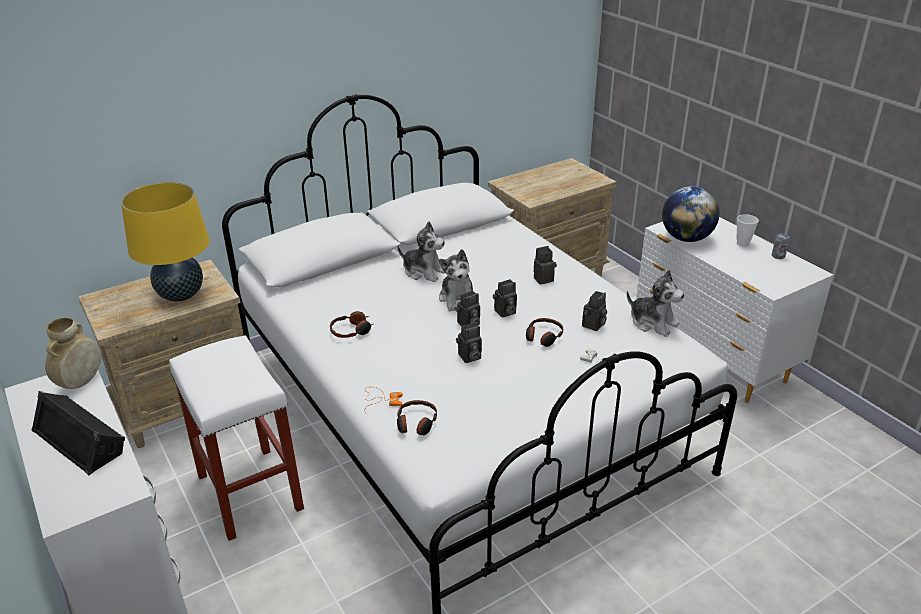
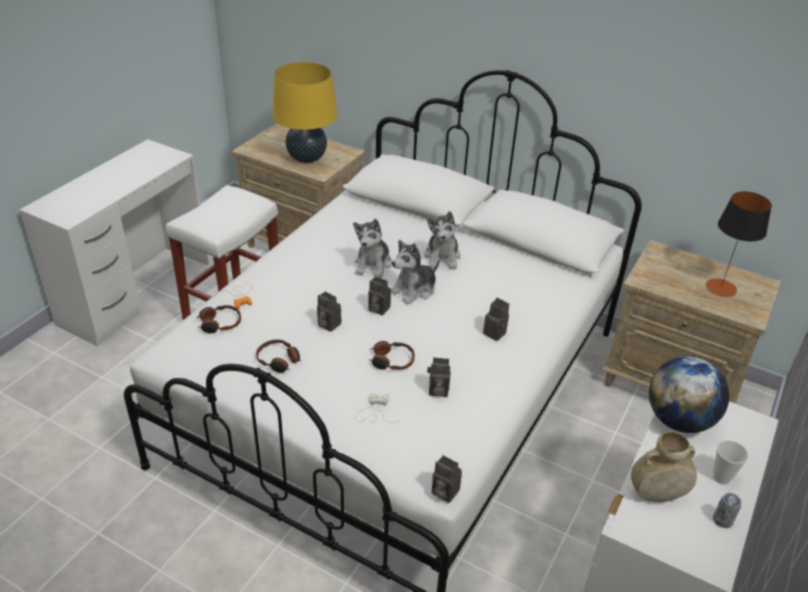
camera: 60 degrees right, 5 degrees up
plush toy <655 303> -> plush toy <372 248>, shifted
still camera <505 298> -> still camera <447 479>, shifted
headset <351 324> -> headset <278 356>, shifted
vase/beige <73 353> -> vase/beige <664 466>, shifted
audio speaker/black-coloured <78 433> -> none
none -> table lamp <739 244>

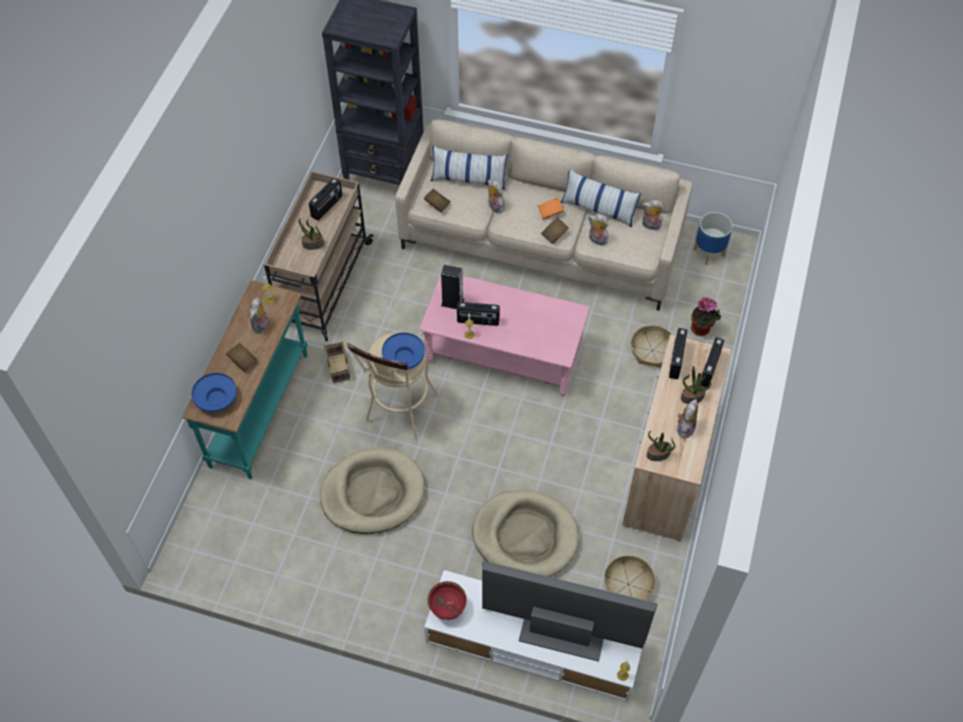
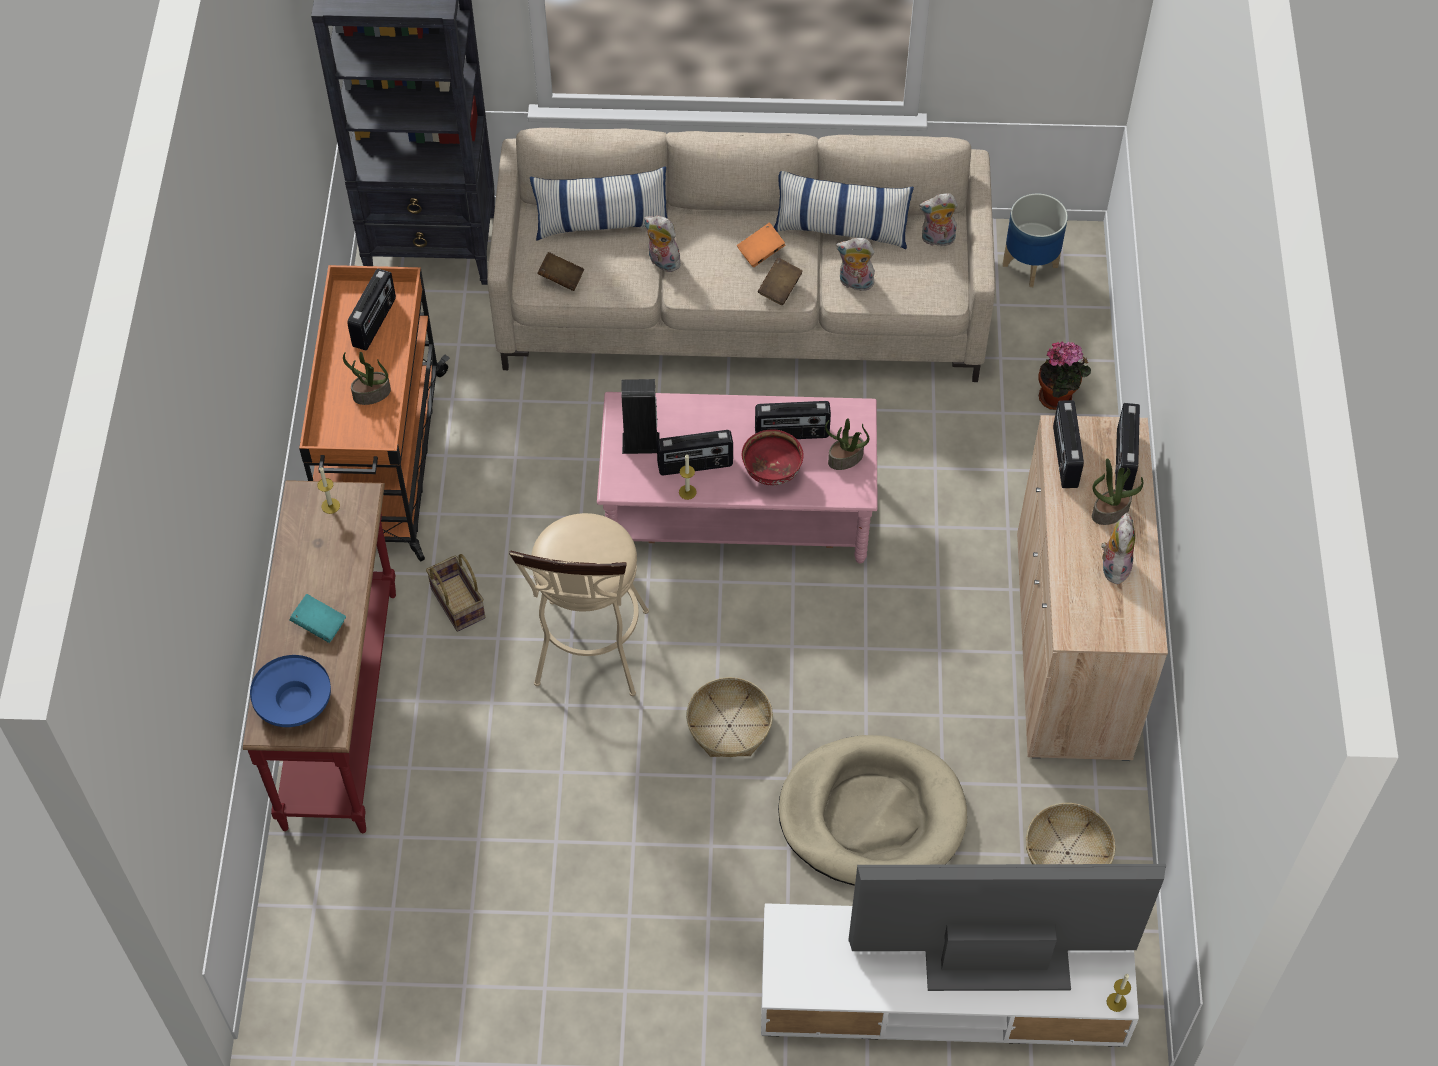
camera: 15 degrees left, 0 degrees up
trolley/beige <319 256> -> trolley/orange <374 413>
console table/turquoise <245 379> -> console table/red <319 656>
plush toy <259 316> -> none
household basket <652 346> -> household basket <729 717>, shifted
deep dish/blue <403 351> -> none
volume/brown <241 357> -> volume/turquoise <317 618>
houseplant <661 445> -> houseplant <847 444>, shifted
pet bed/beige <372 491> -> none
deep dish/red <447 600> -> deep dish/red <773 457>, shifted
none -> radio <793 420>

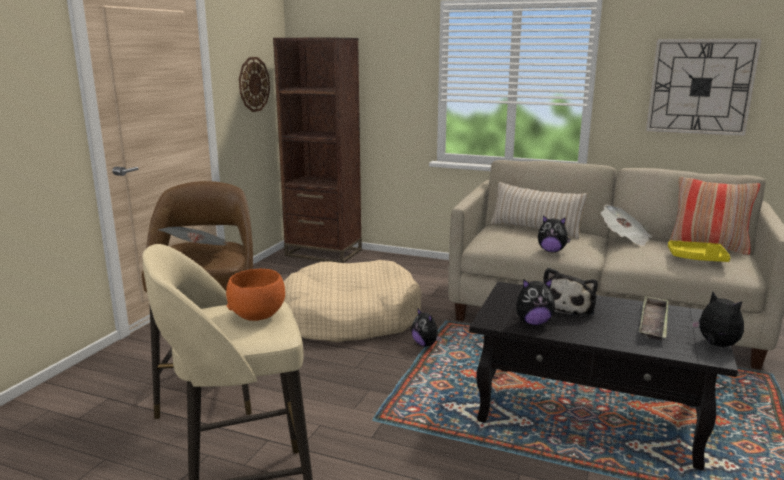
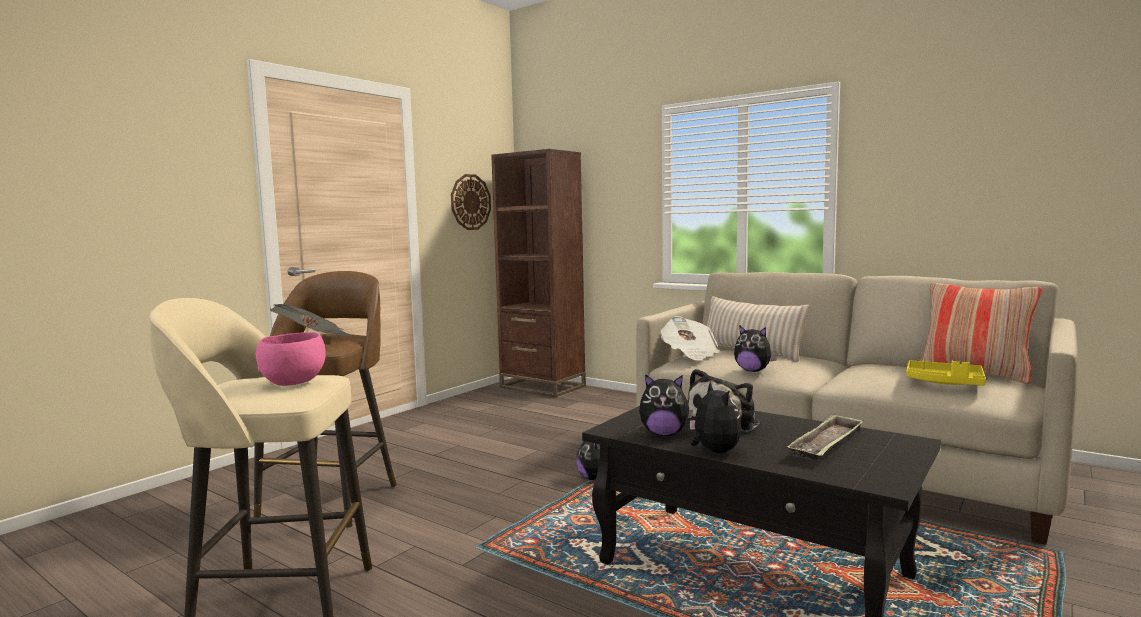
camera: 15 degrees right, 10 degrees down
clock on the wall <704 87> -> none
newspaper <626 225> -> newspaper <690 338>, shifted
pet bed/beige <353 301> -> none
deep dish/orange <255 295> -> deep dish/pink-coloured <291 359>
plush toy <717 319> -> plush toy <716 417>, shifted

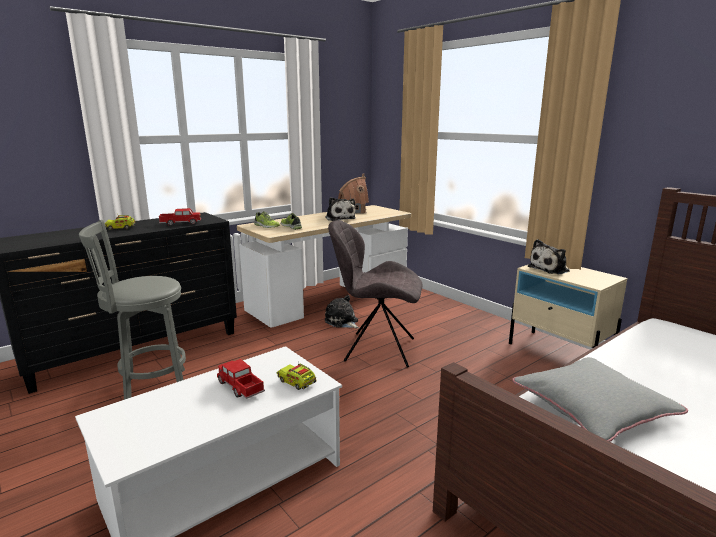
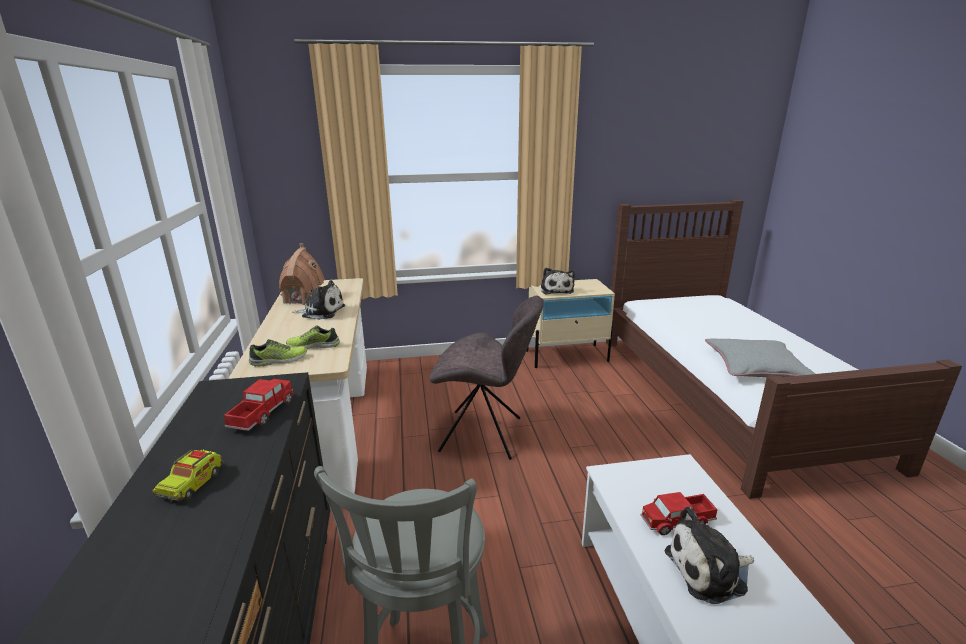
camera: 60 degrees left, 5 degrees up
upright chair/gray <375 293> -> upright chair/gray <486 378>, 120 degrees counterclockwise
plush toy <342 312> -> plush toy <709 555>, shifted
toy truck <296 377> -> none

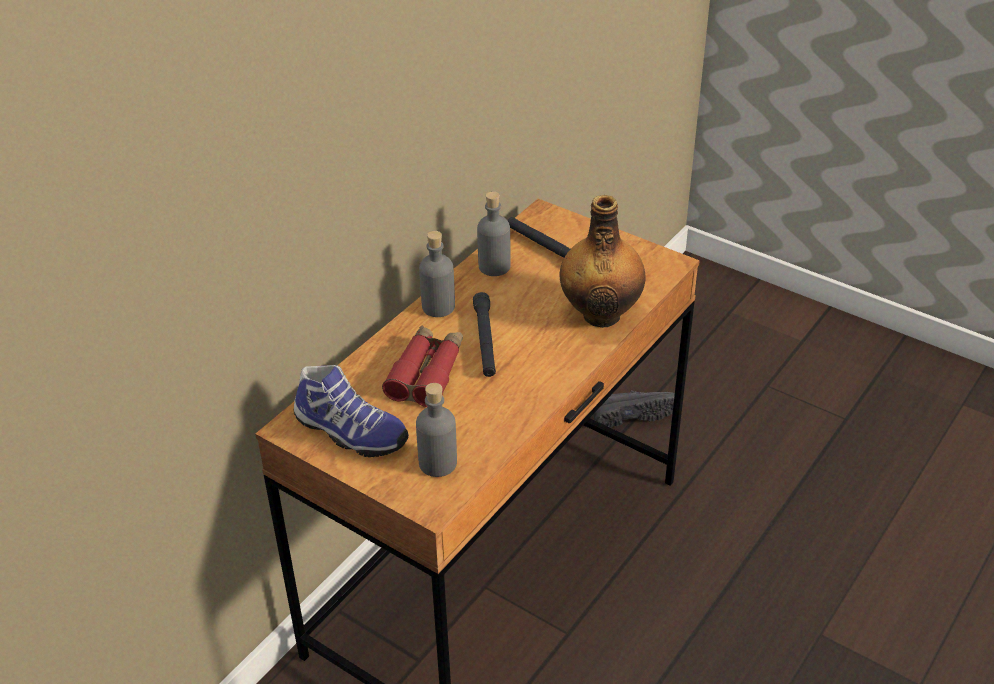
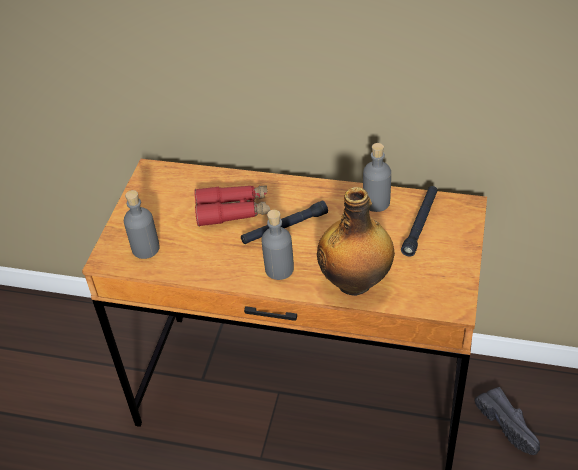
camera: 70 degrees right, 5 degrees up
bottle/gray <437 274> -> bottle/gray <277 245>, shifted
shoe <351 411> -> none

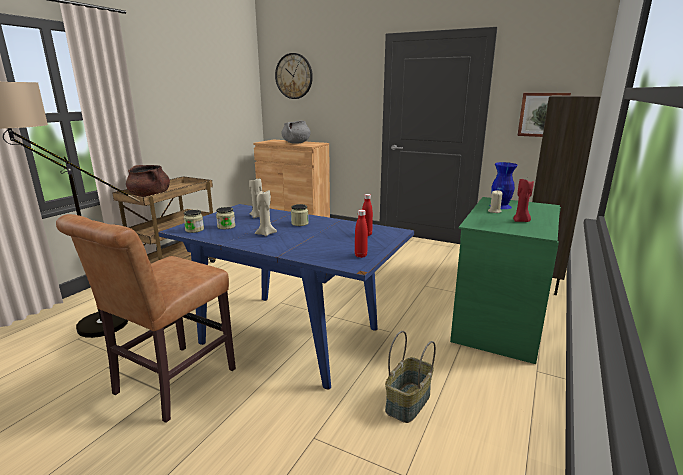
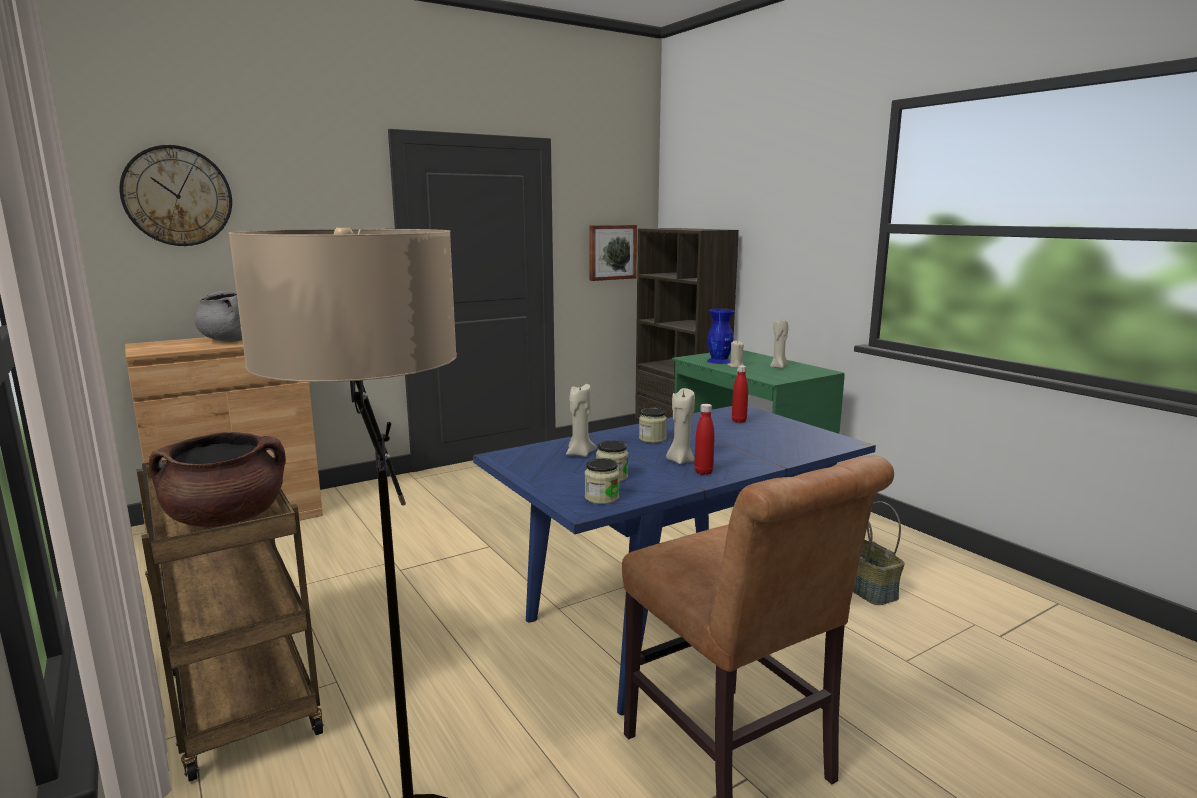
camera: 60 degrees left, 5 degrees down
wax candle/red <523 200> -> wax candle/beige <779 343>
bottle/red <361 234> -> bottle/red <704 439>, shifted

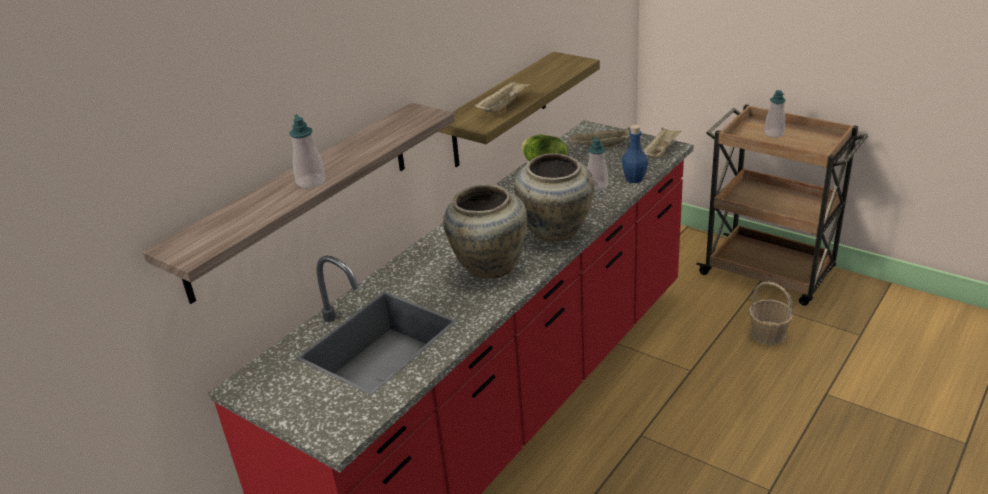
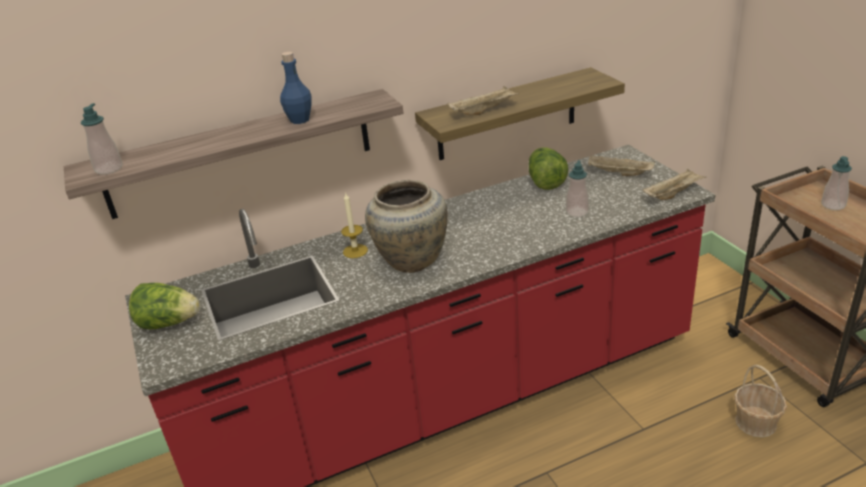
camera: 30 degrees right, 0 degrees up
liquid soap bottle <307 151> -> liquid soap bottle <102 139>, shifted
bottle/blue <635 154> -> bottle/blue <295 88>, shifted
vase/beige <554 197> -> none
none -> wax candle <354 225>
none -> lettuce head <164 306>

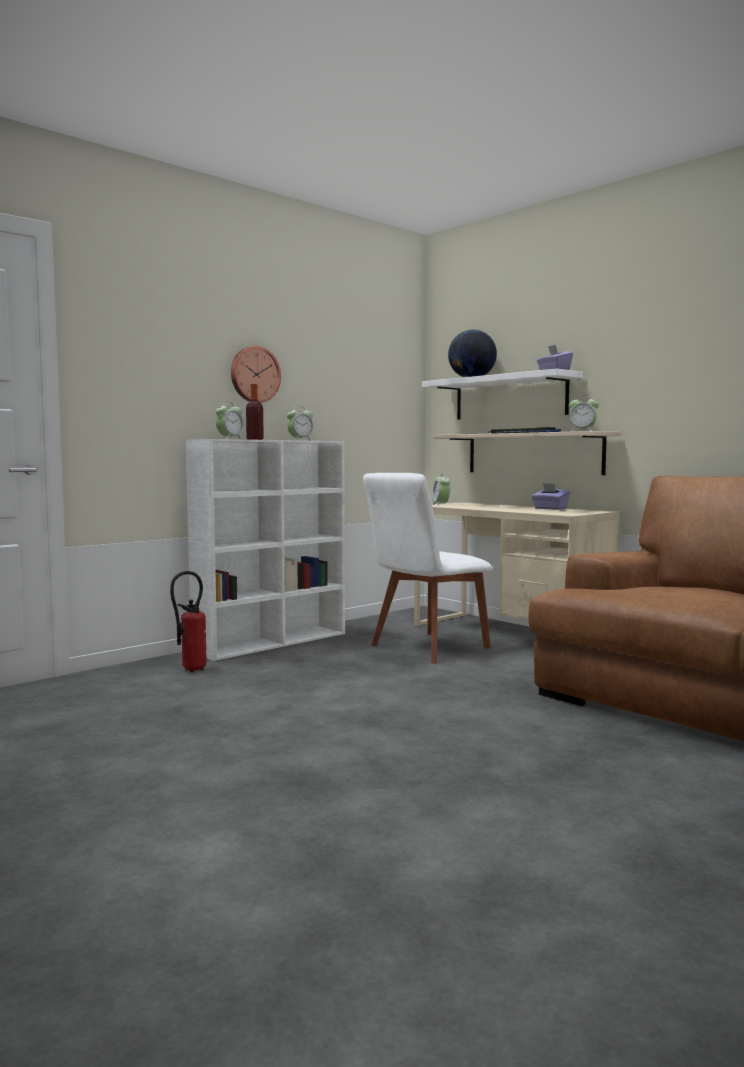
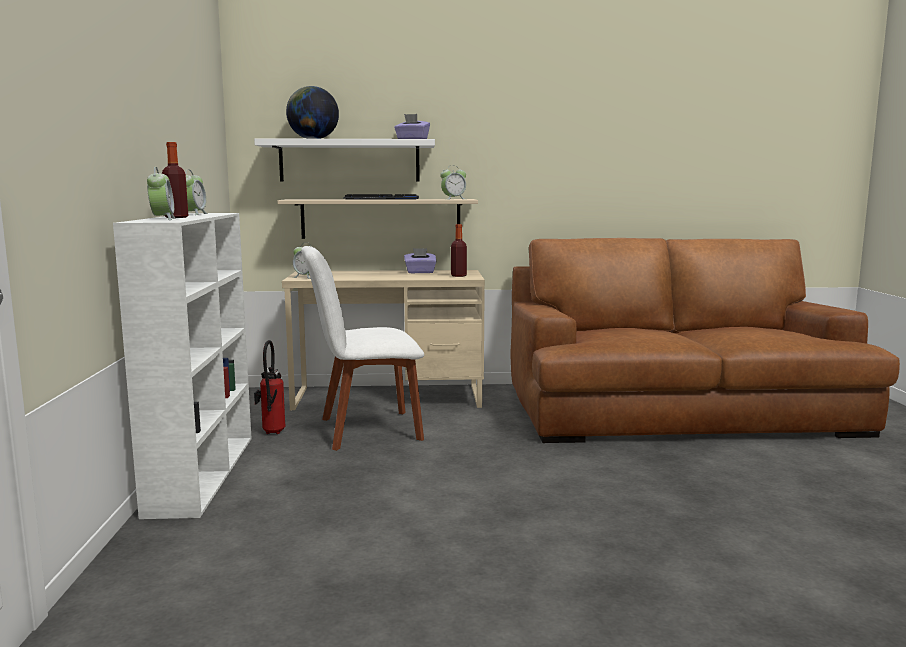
camera: 50 degrees left, 5 degrees up
clock on the wall <256 374> -> none
upright chair/white <428 568> -> upright chair/white <362 348>, 75 degrees clockwise
fire-fighting cylinder <188 621> -> fire-fighting cylinder <270 387>, shifted
none -> bottle <459 250>

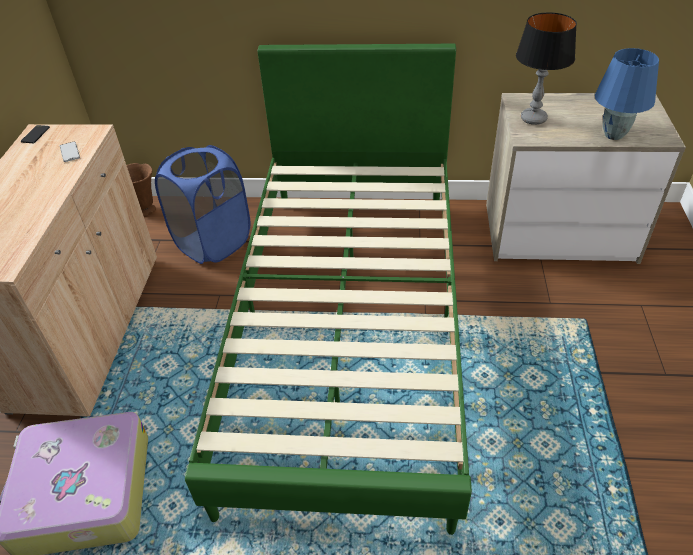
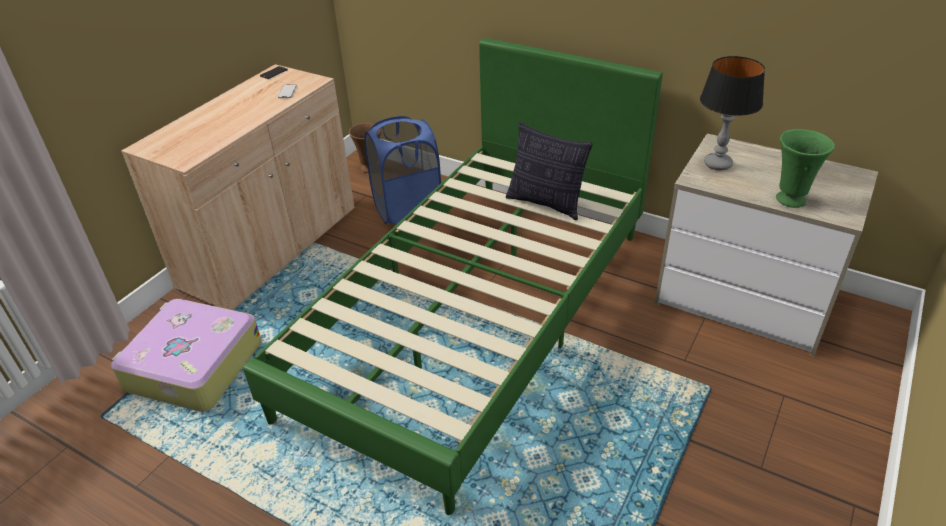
camera: 25 degrees right, 5 degrees down
table lamp/blue <627 94> -> vase/green <805 168>
none -> throw pillow <549 171>

